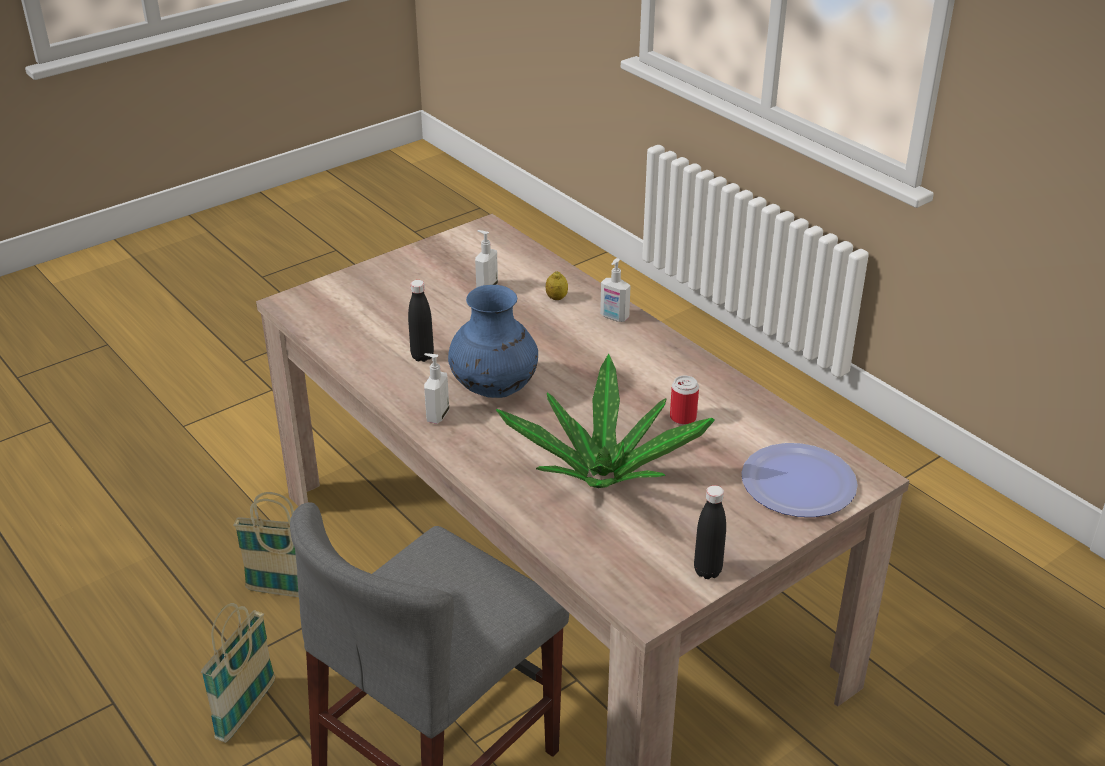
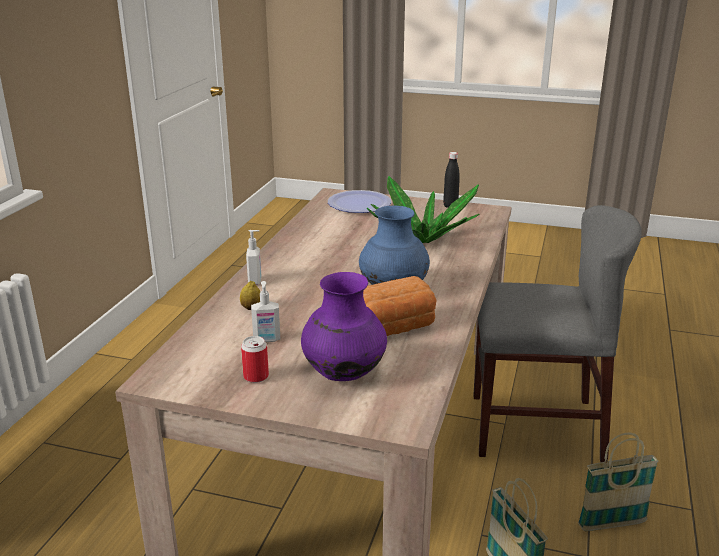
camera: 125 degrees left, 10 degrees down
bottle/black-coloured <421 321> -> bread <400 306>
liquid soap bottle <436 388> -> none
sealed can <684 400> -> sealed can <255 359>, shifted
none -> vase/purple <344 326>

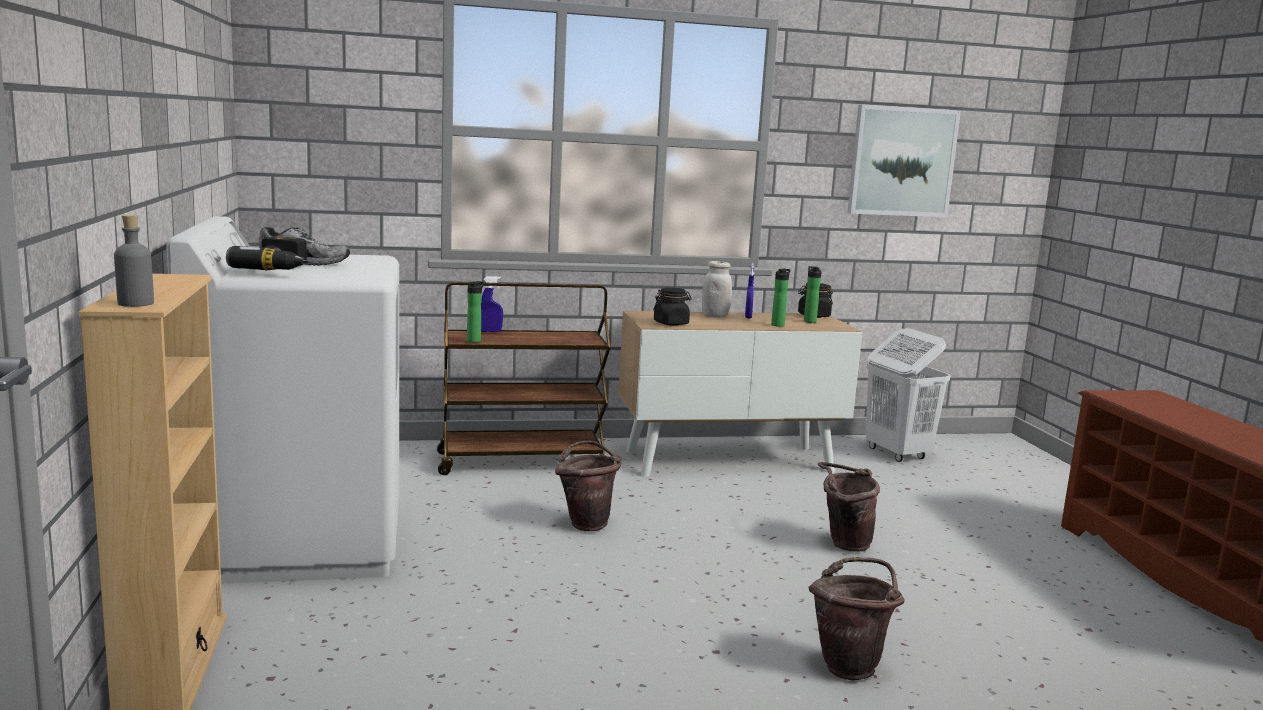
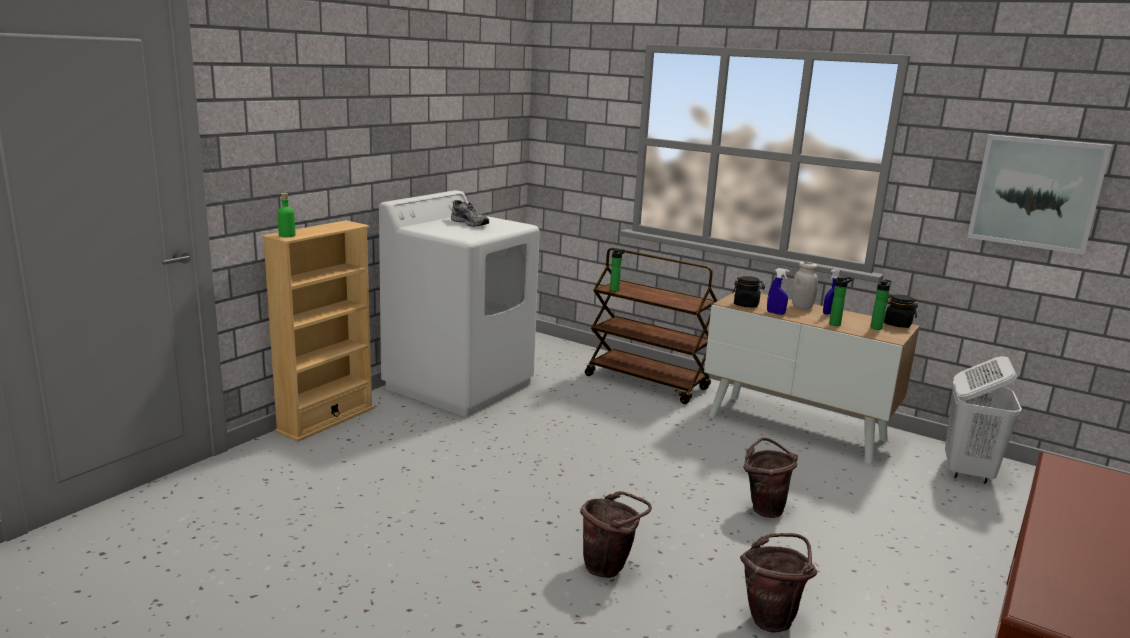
camera: 45 degrees right, 5 degrees up
bottle/gray <134 261> -> bottle/green <286 215>
electric drill <267 253> -> none
spray bottle/blue <492 304> -> spray bottle/blue <778 291>, shifted
water bucket/brown <588 486> -> water bucket/brown <778 583>, shifted

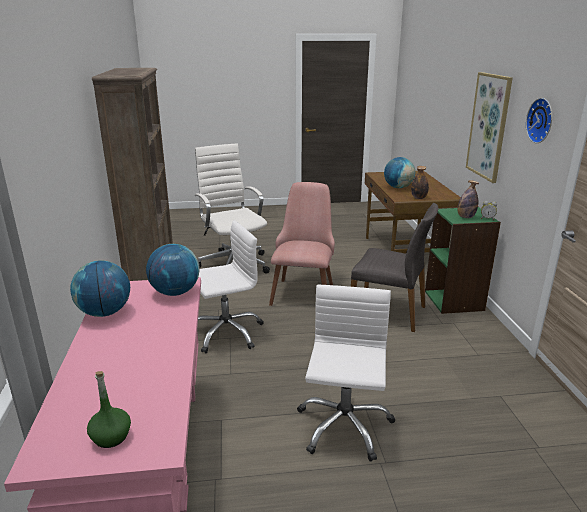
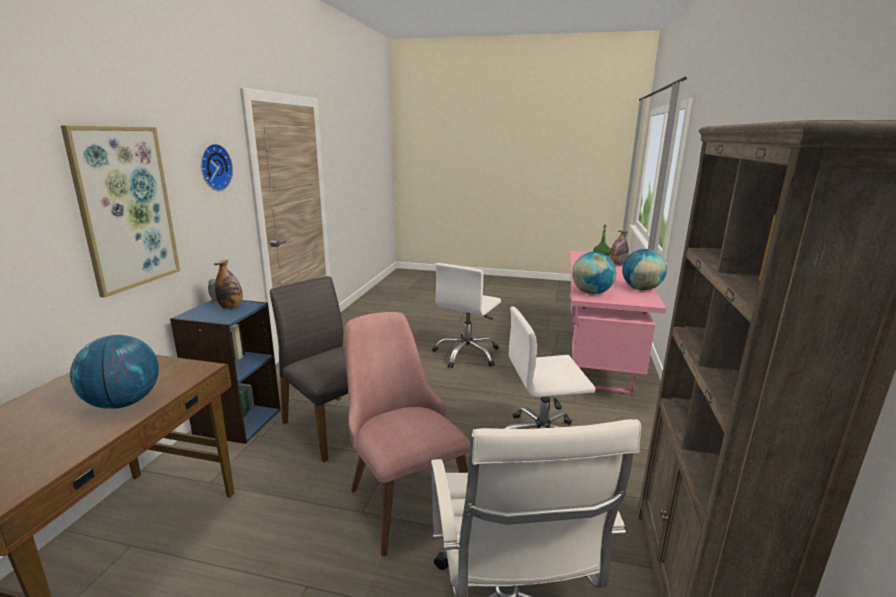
camera: 160 degrees left, 5 degrees down
bottle <420 182> -> bottle <619 247>, shifted
upright chair/pink-coloured <302 244> -> upright chair/pink-coloured <407 434>, 120 degrees clockwise
bookshelf/green <463 260> -> bookshelf/blue <225 372>

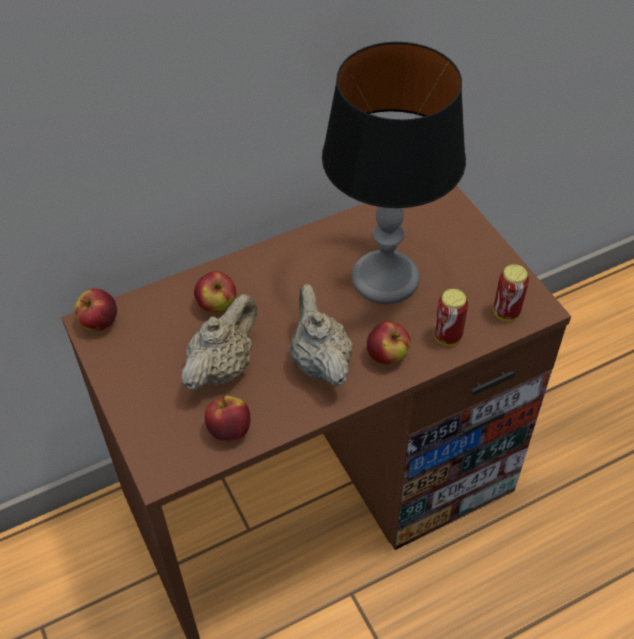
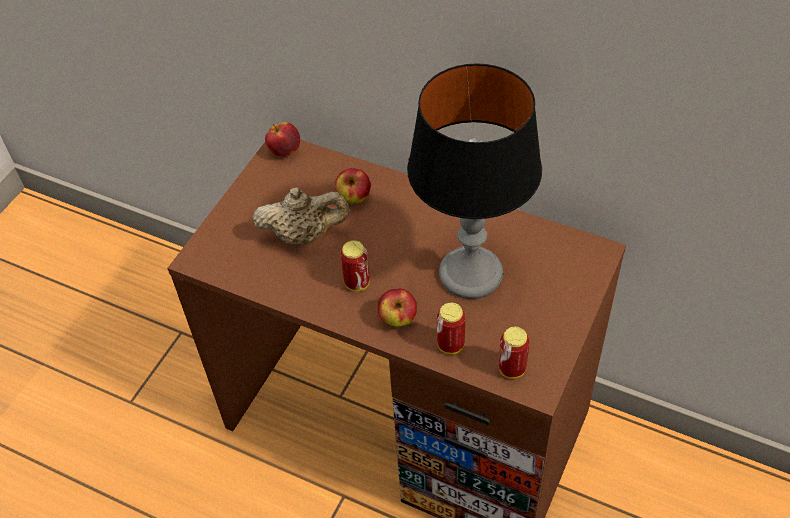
camera: 55 degrees right, 0 degrees up
teapot/beige <320 335> -> sealed can <355 265>
apple <228 418> -> none

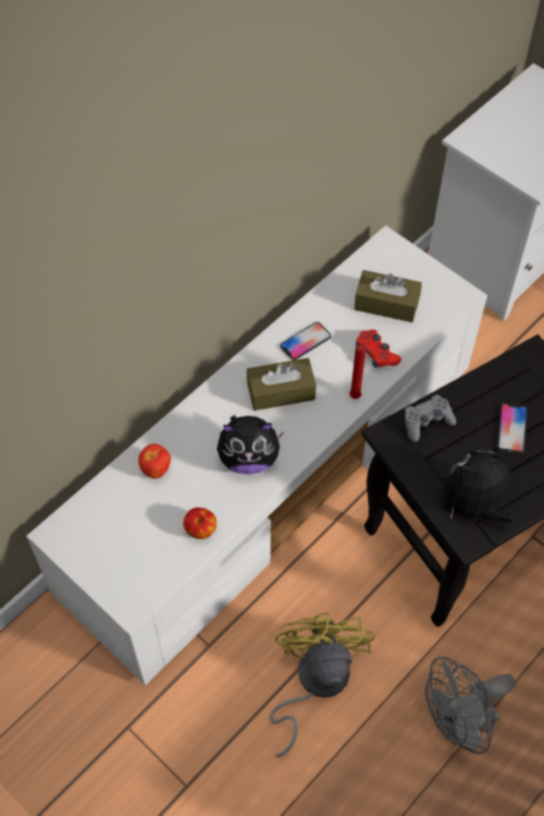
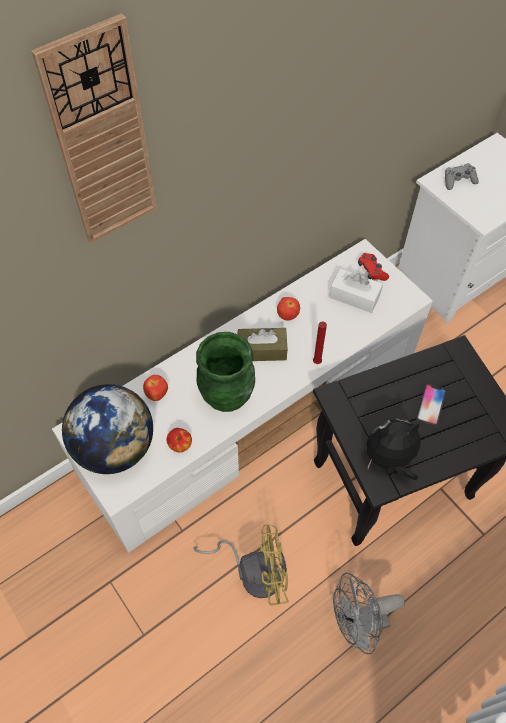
camera: 10 degrees right, 0 degrees up
tissue holder/brown <388 296> -> tissue holder/white <356 290>
telephone <305 341> -> apple <288 309>
game controller/red <378 349> -> game controller/red <373 267>, shifted
game controller/gray <430 418> -> game controller/gray <462 176>, shifted
plush toy <250 444> -> vase/green <225 372>
cooling fan/yellowish <322 685> -> cooling fan/yellowish <241 564>, 75 degrees clockwise
none -> clock on the wall <94 128>
none -> world globe <107 429>

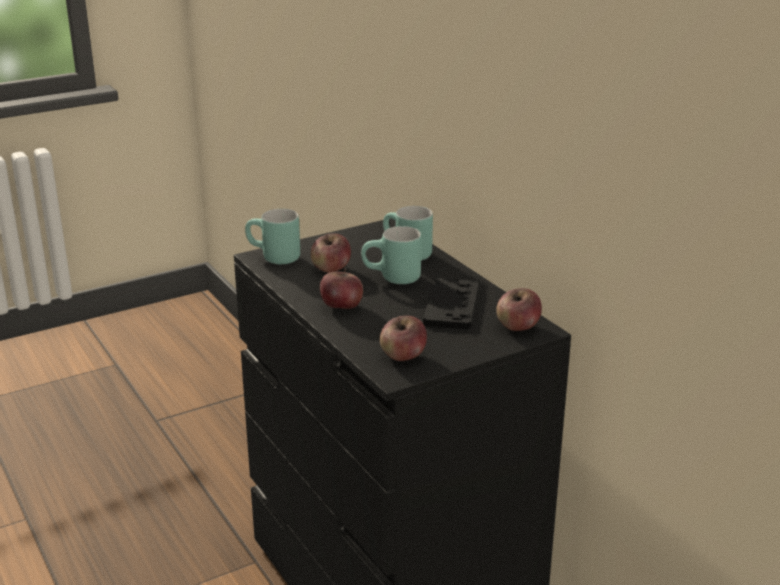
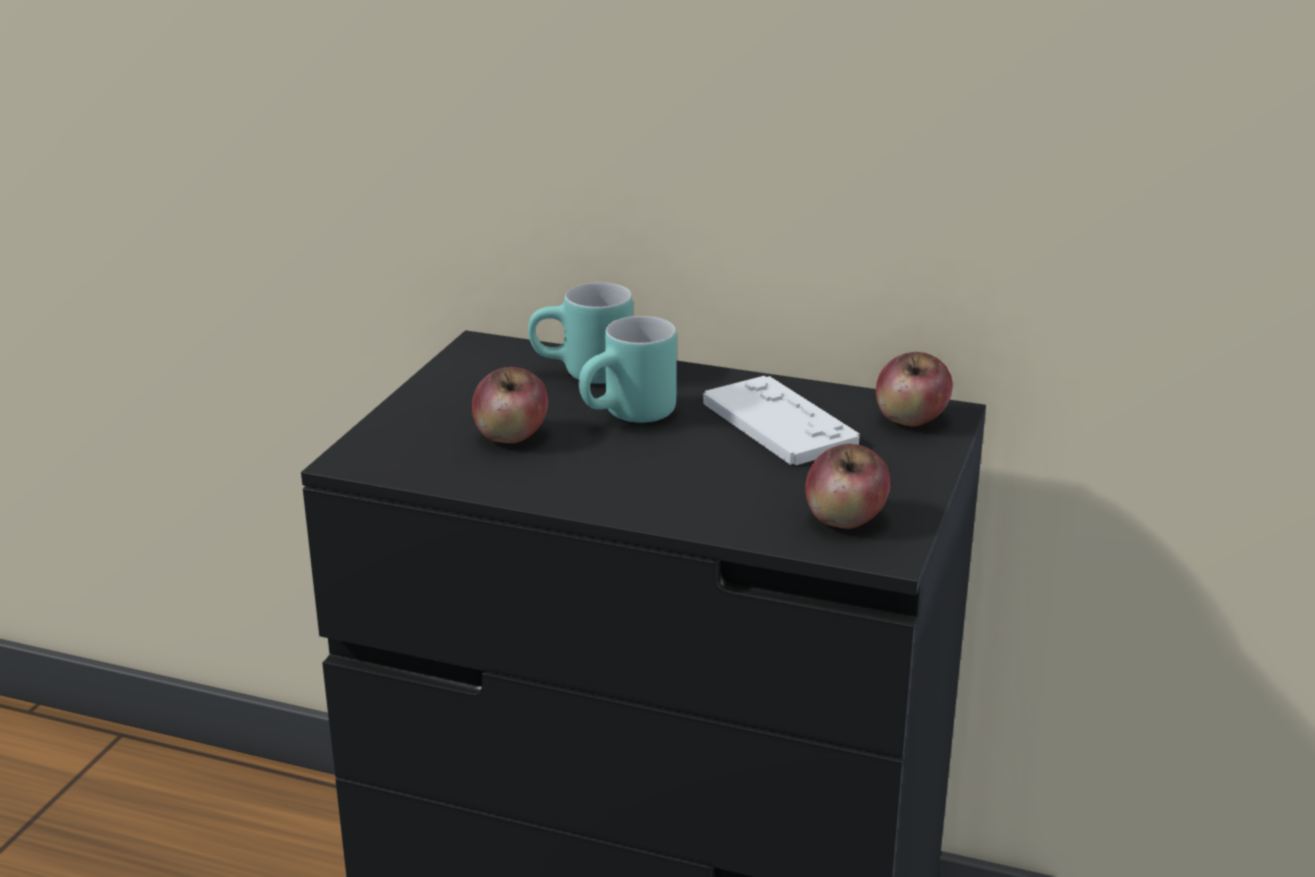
camera: 40 degrees left, 0 degrees up
coffee mug/turquoise <272 236> -> none
apple <341 289> -> none
game controller/black-coloured <451 303> -> game controller/white <781 420>

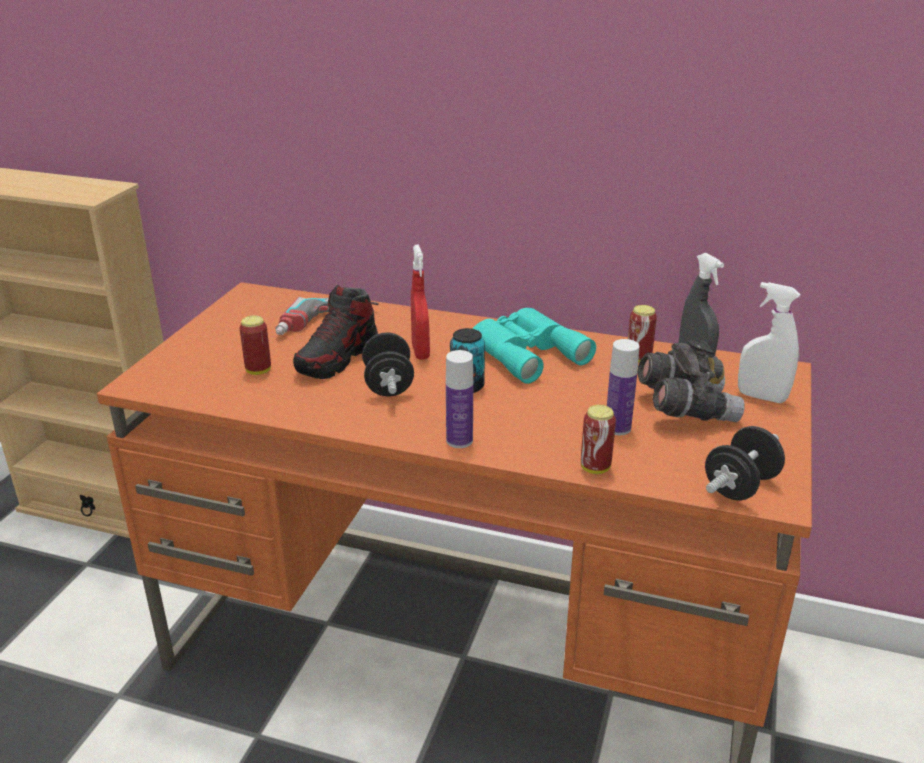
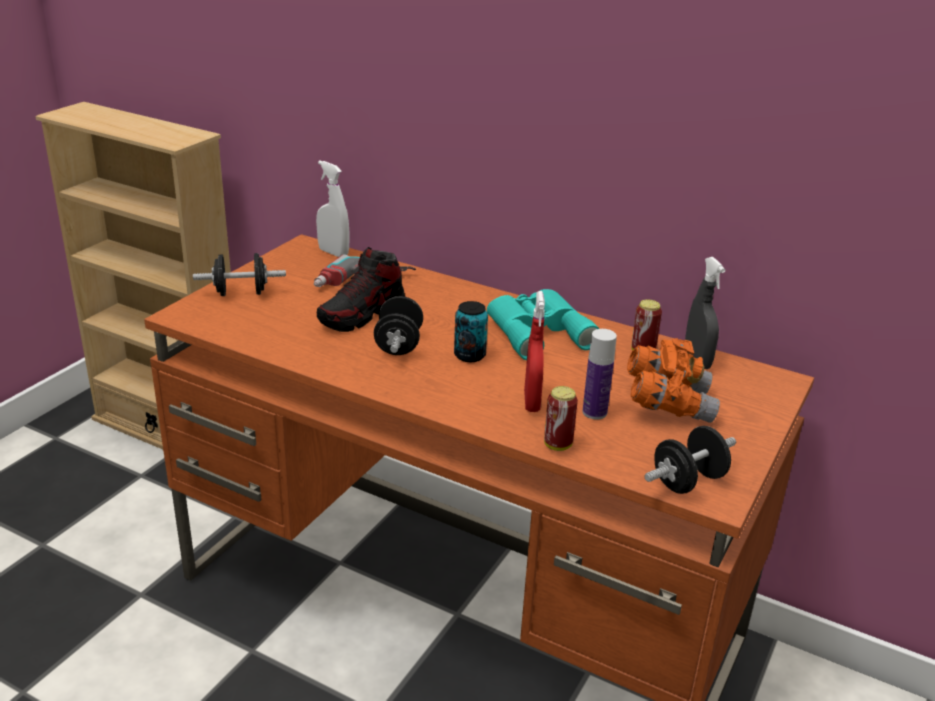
camera: 10 degrees right, 0 degrees up
spray bottle/red <420 302> -> spray bottle/red <534 351>, shifted
spray bottle/white <769 342> -> spray bottle/white <333 208>, shifted
sealed can <255 345> -> none
field glasses/gray <691 381> -> field glasses/orange <673 380>
bottle <459 399> -> none
none -> dumbbell/black-coloured <239 274>

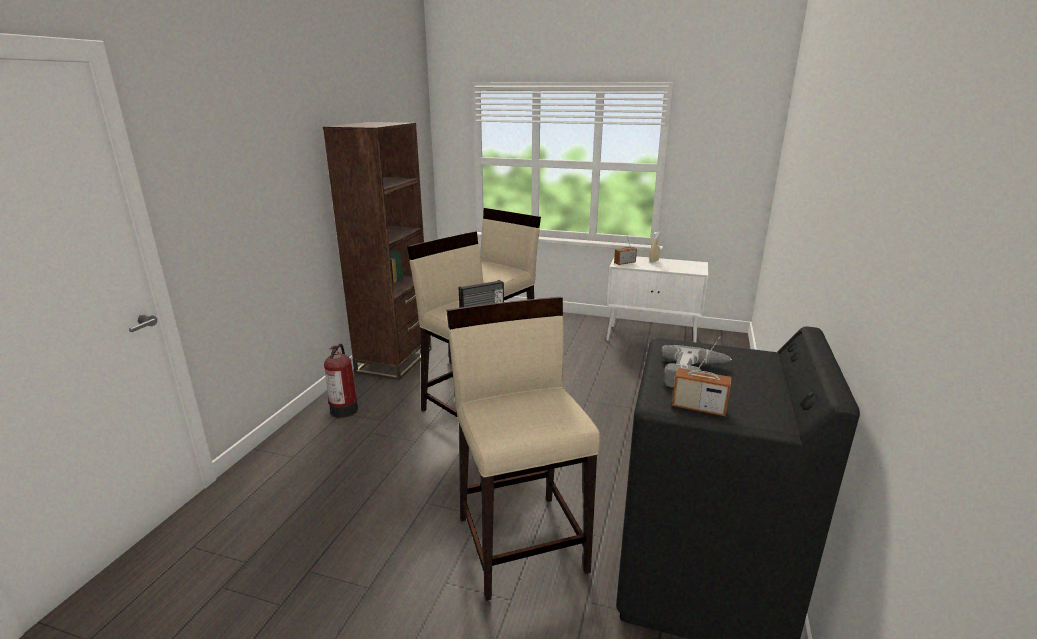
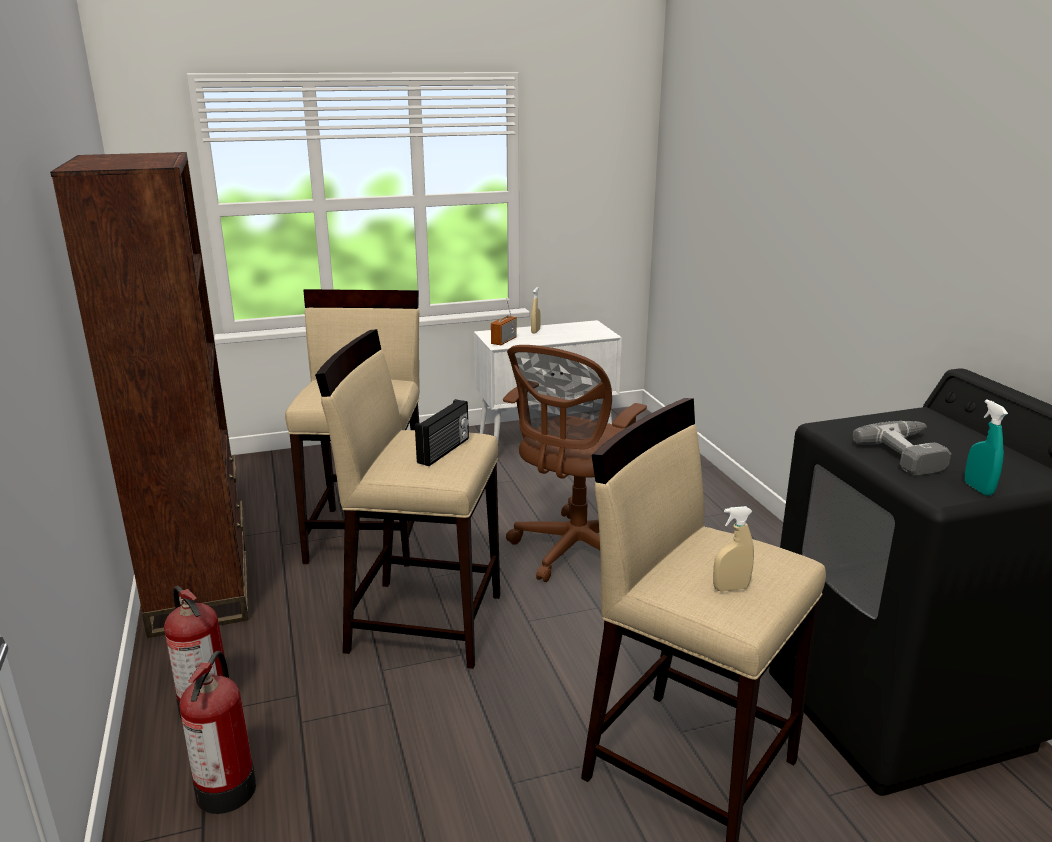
camera: 35 degrees left, 0 degrees up
radio <702 376> -> spray bottle/turquoise <986 448>
none -> office chair/brown <575 463>
none -> spray bottle/beige <733 549>
none -> fire-fighting cylinder <217 732>

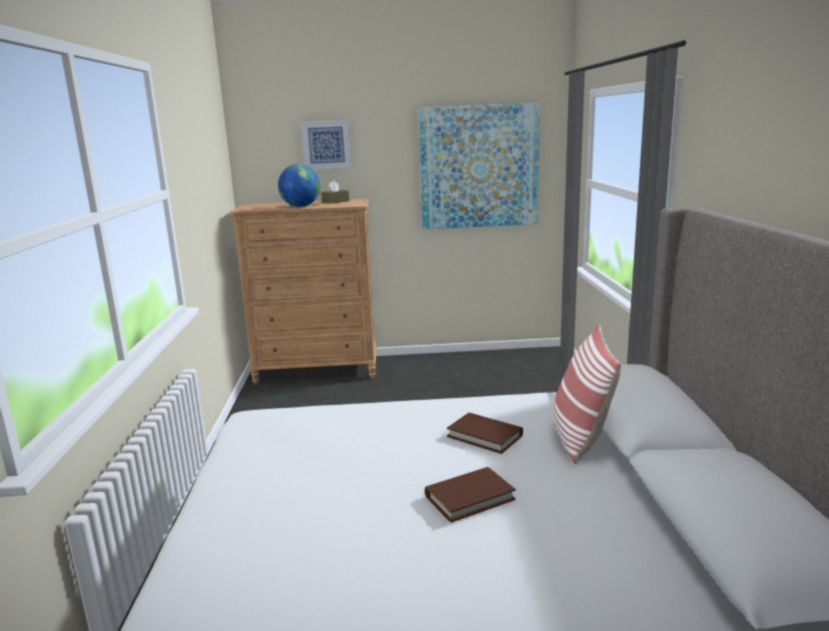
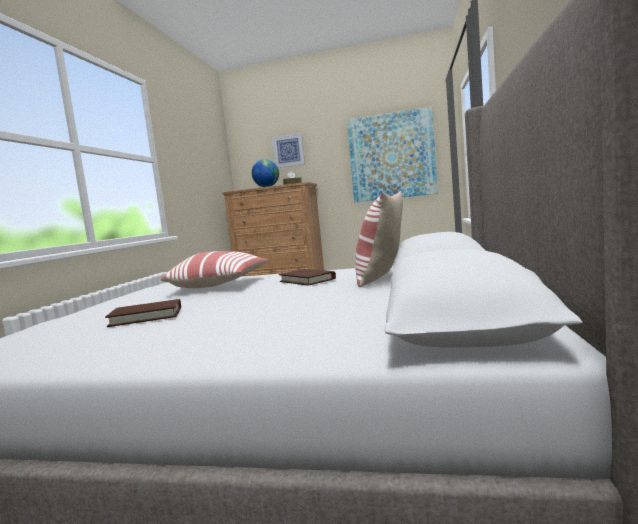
camera: 15 degrees right, 10 degrees down
volume/brown <470 495> -> volume/brown <143 313>, shifted
none -> throw pillow <214 269>

